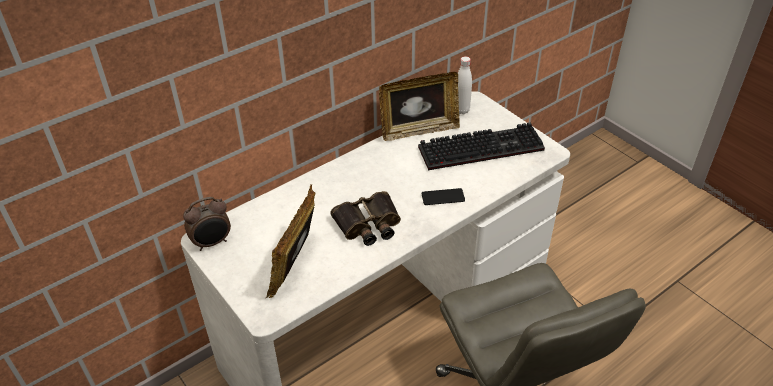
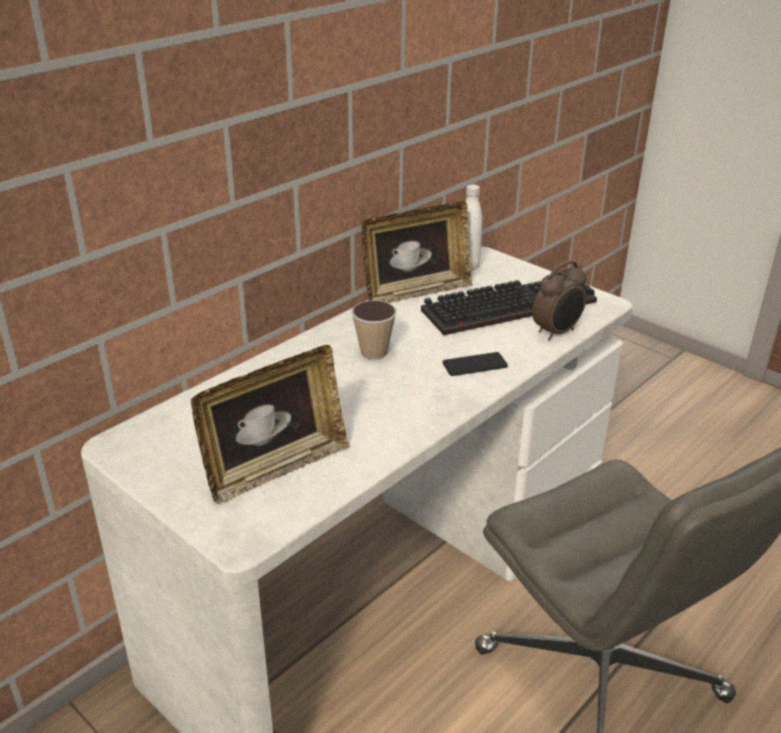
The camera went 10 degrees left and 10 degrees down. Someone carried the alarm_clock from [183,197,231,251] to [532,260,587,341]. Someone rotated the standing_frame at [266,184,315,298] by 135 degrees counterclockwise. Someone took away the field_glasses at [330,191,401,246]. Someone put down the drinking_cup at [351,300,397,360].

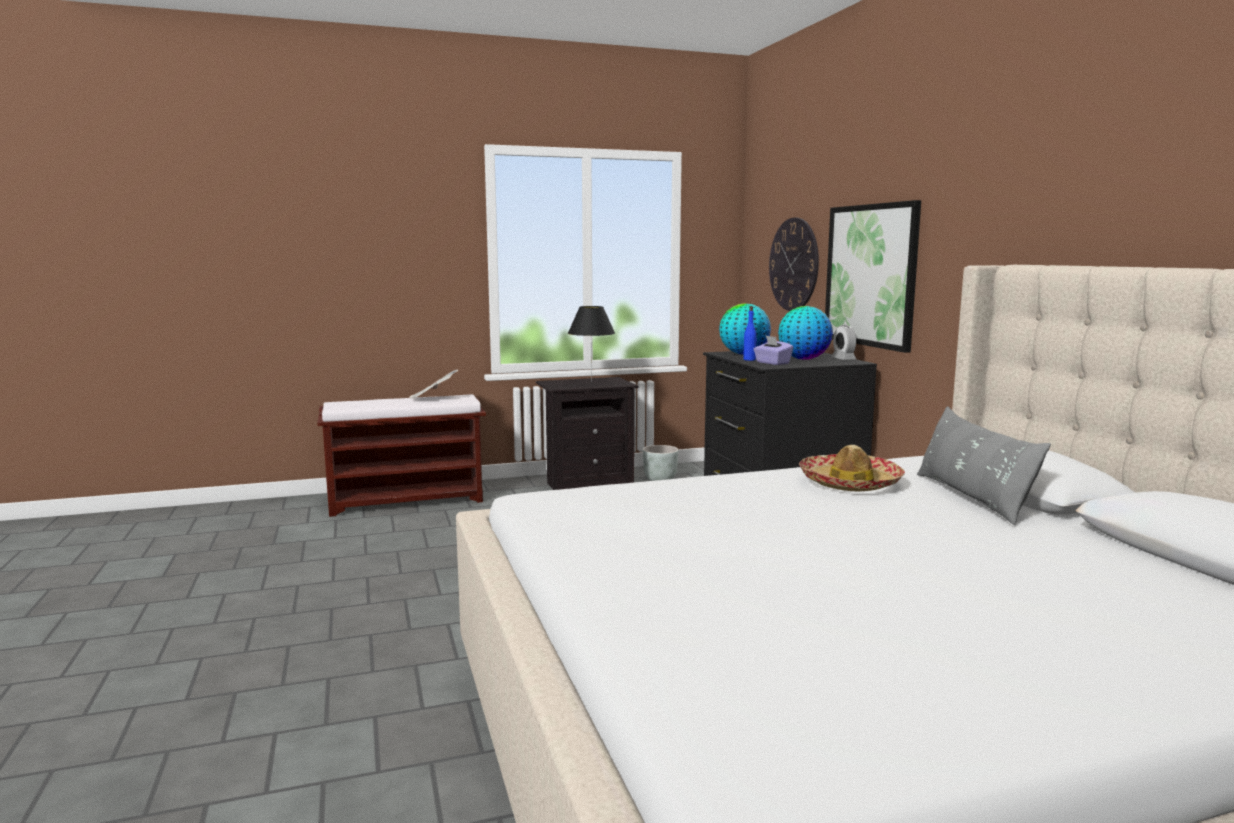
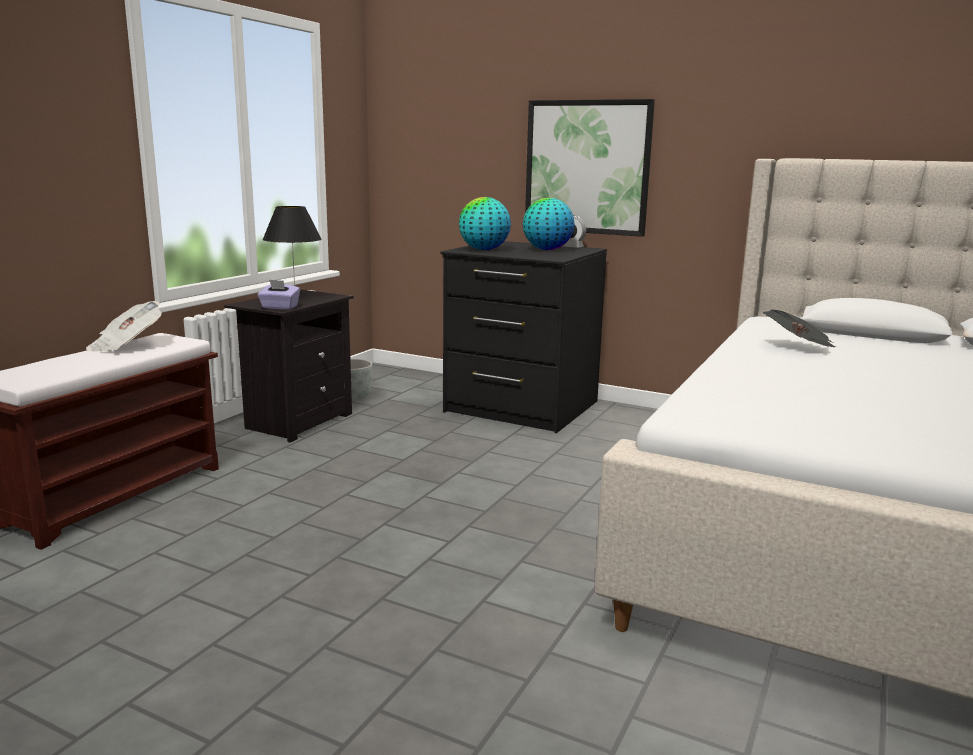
The camera went 45 degrees left and 5 degrees up. Someone took away the bluish_beverage_bottle at [743,306,757,361]. Someone carried the purple_tissue_holder from [754,336,793,365] to [258,279,300,310]. Someone took away the hanging_clock at [769,218,819,311]. Someone swapped the wearable_hat at [799,445,905,492] for the daily_paper at [763,310,836,347]. Someone took away the gray_pillow at [917,406,1051,525].

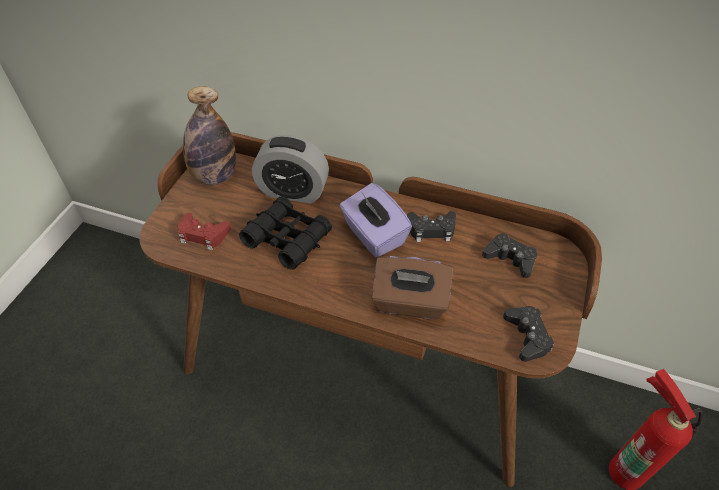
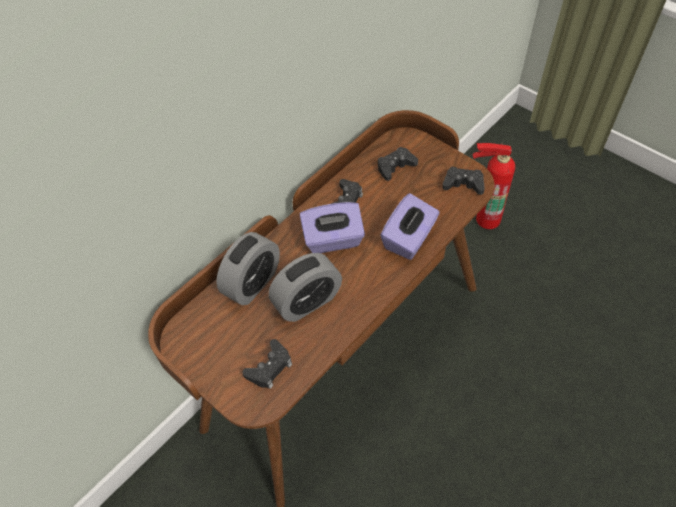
The camera went 65 degrees left and 5 degrees up. Someone repainted the red_gamepad at [177,213,231,250], which became the black_gamepad at [242,339,292,389]. Someone took away the beverage_bottle at [183,86,236,185]. Someone swapped the black_field_glasses at [239,196,332,270] for the alarm_clock at [269,253,342,322]. Someone repainted the brown-coloured_tissue_holder at [372,256,453,319], which became the purple_tissue_holder at [380,193,440,260].

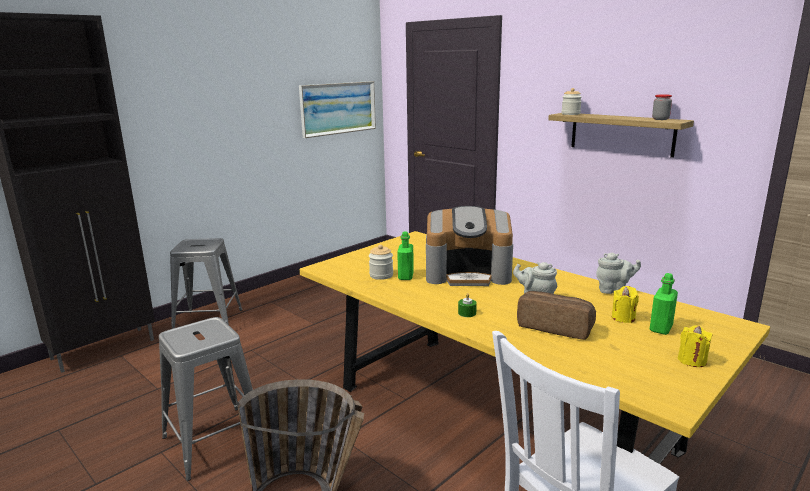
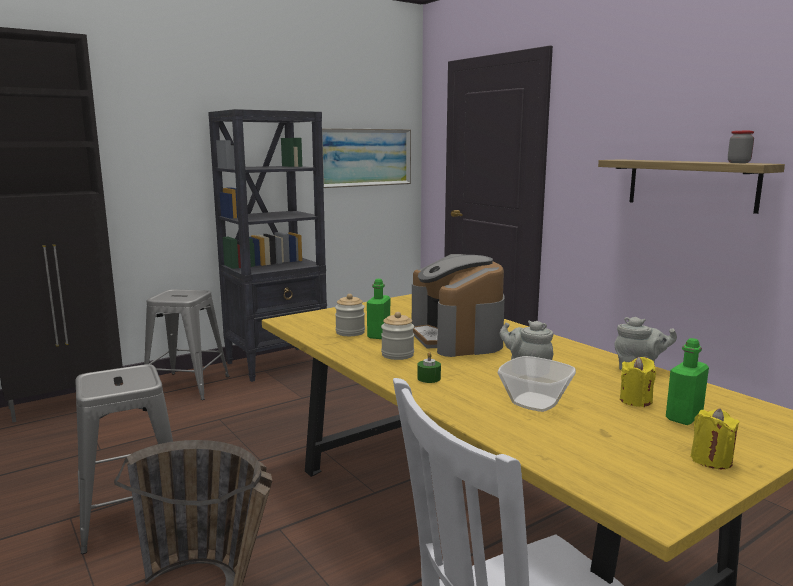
The camera went 10 degrees right and 5 degrees down. Someone rotated the coffee_machine at [426,206,513,286] by 60 degrees clockwise. Someone swapped the bakery_bread at [517,291,596,340] for the serving_bowl at [498,356,576,412]. Someone carried the jar from [562,88,582,115] to [381,312,414,360]. Someone put down the black_shelving_unit at [208,109,327,382].

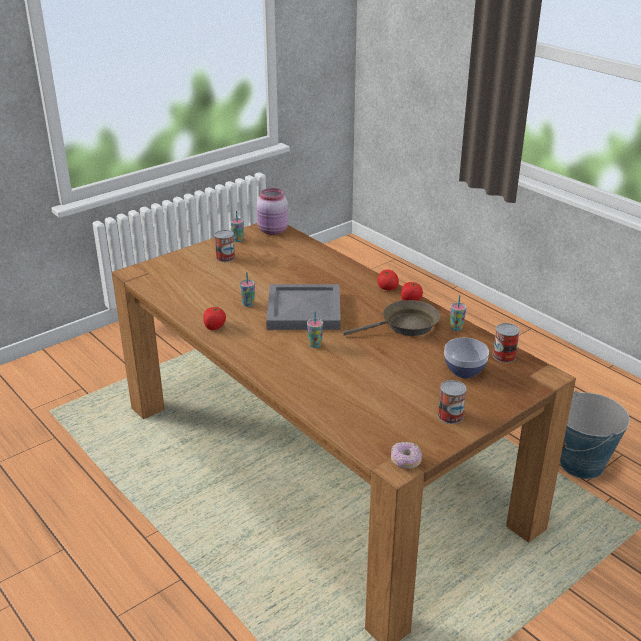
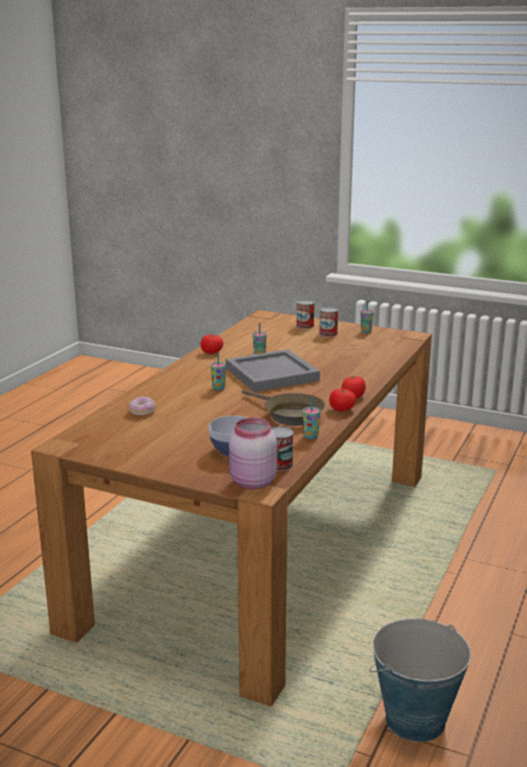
The camera went 65 degrees right and 10 degrees down. Someone carried the pink-coloured_jar from [257,188,288,235] to [229,418,277,489]. Someone carried the doughnut from [391,442,422,469] to [129,396,155,416]. Someone carried the can from [438,380,467,424] to [296,299,315,329].

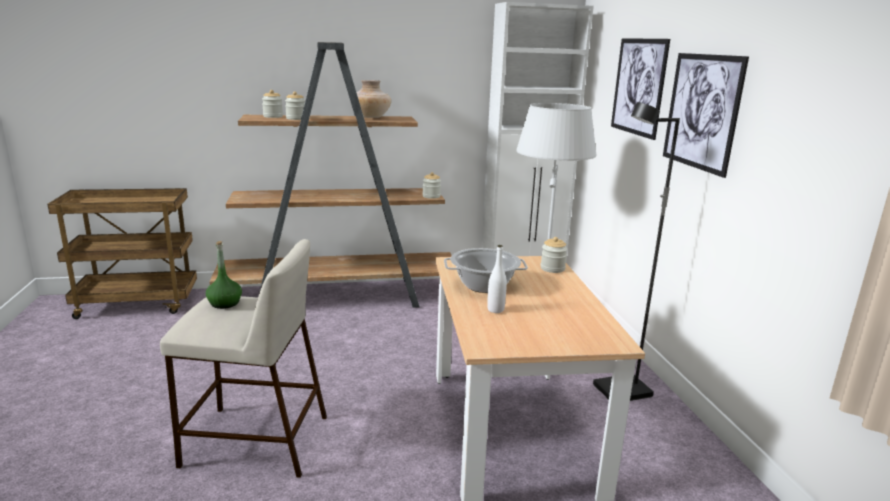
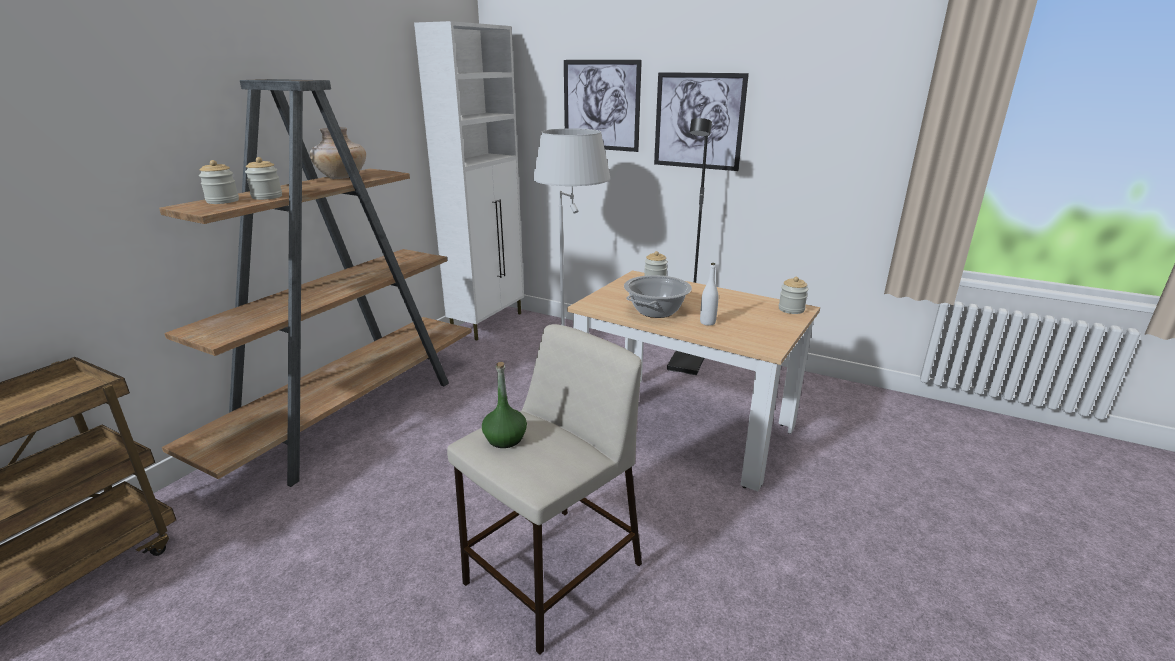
The camera went 50 degrees left and 5 degrees up. Someone carried the jar from [423,172,441,199] to [779,277,808,314].

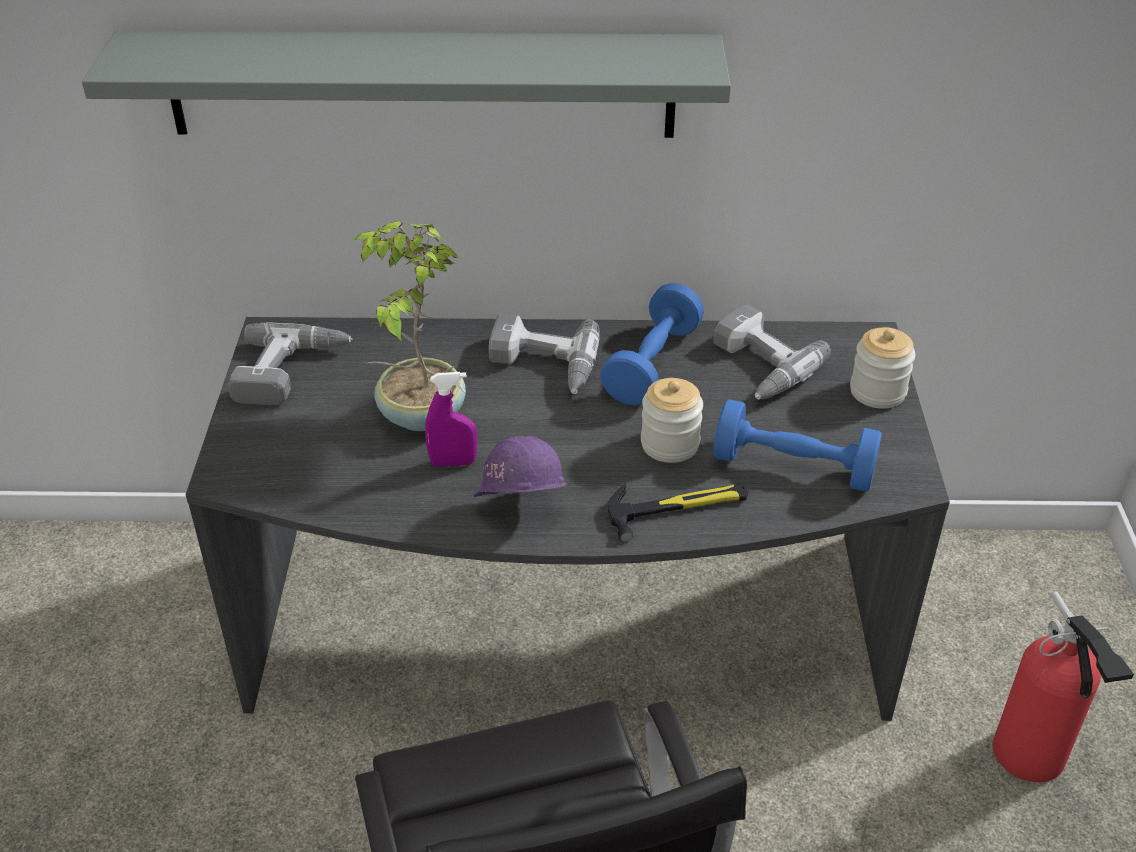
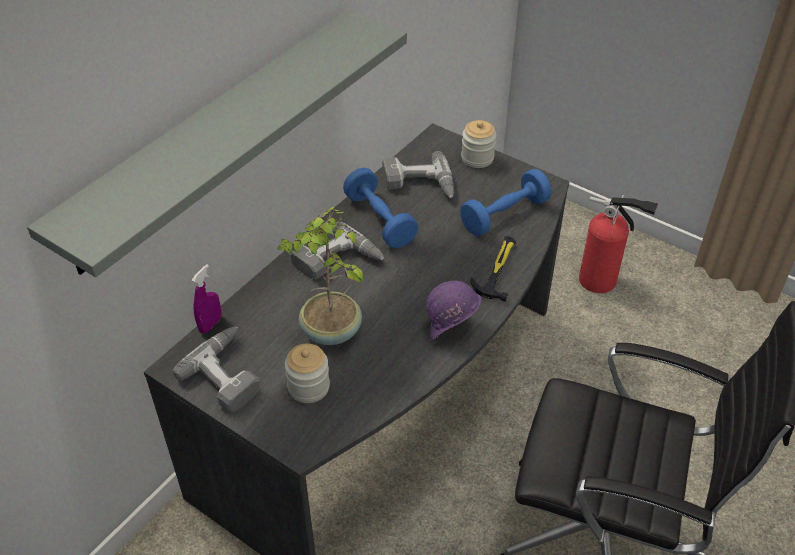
The camera went 55 degrees left and 5 degrees up. Someone carried the purple_hand_sprayer from [425,372,477,467] to [191,264,221,333]. Someone carried the jar from [641,378,703,463] to [285,344,330,403].

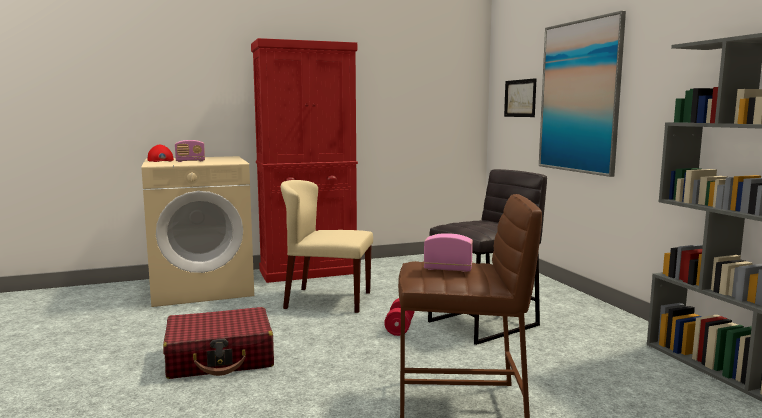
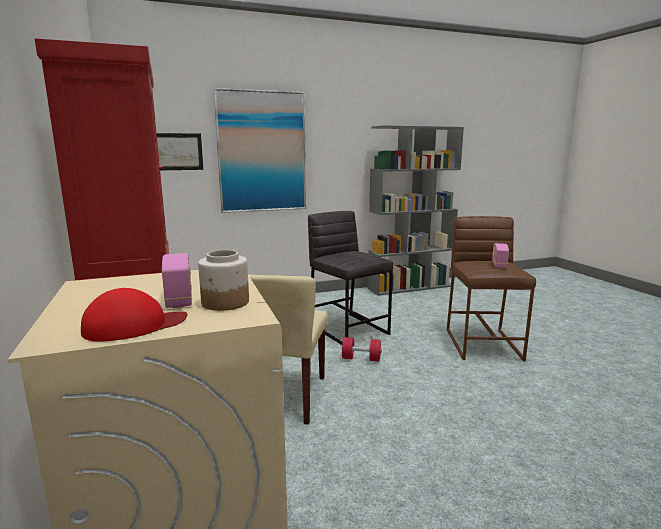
The camera went 90 degrees left and 5 degrees up. Someone took away the red_suitcase at [163,307,274,379]. Someone put down the jar at [198,250,249,311].

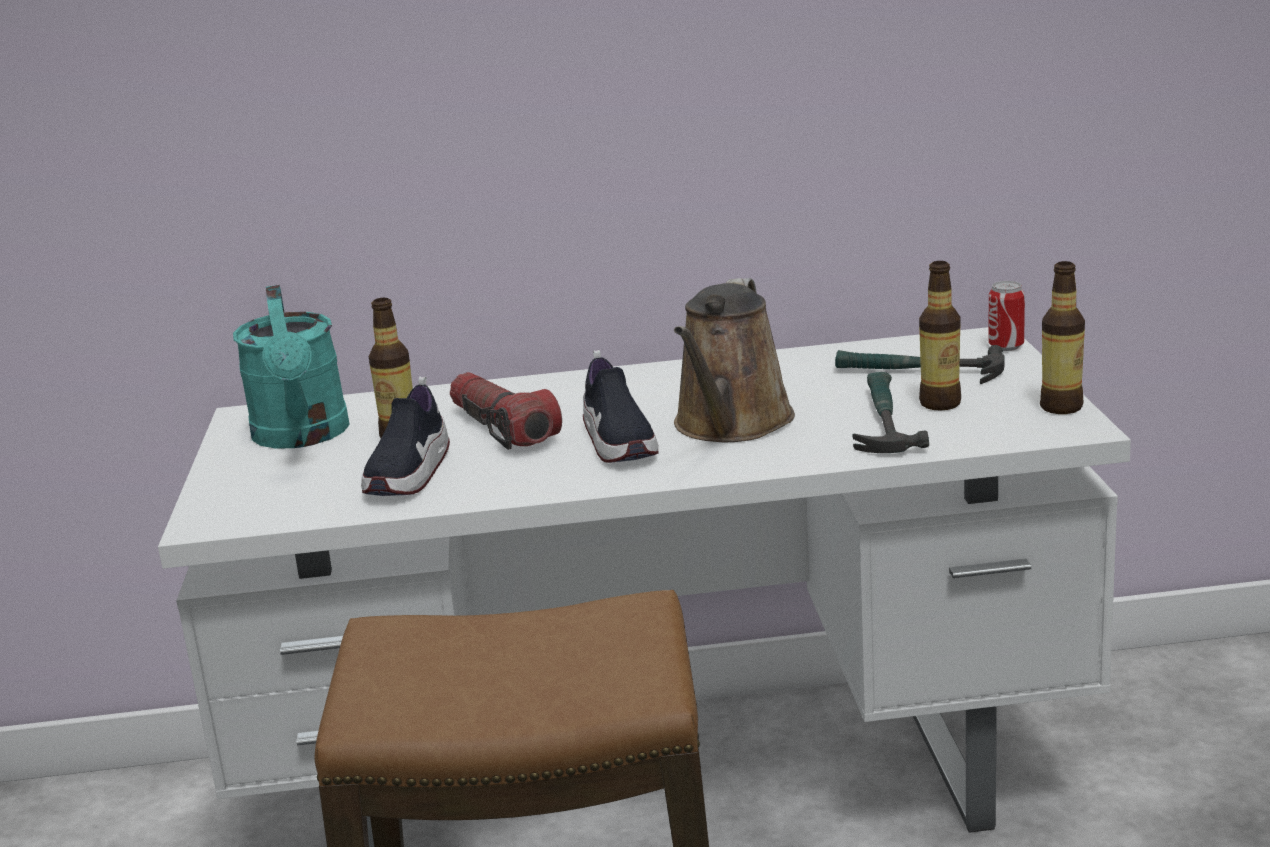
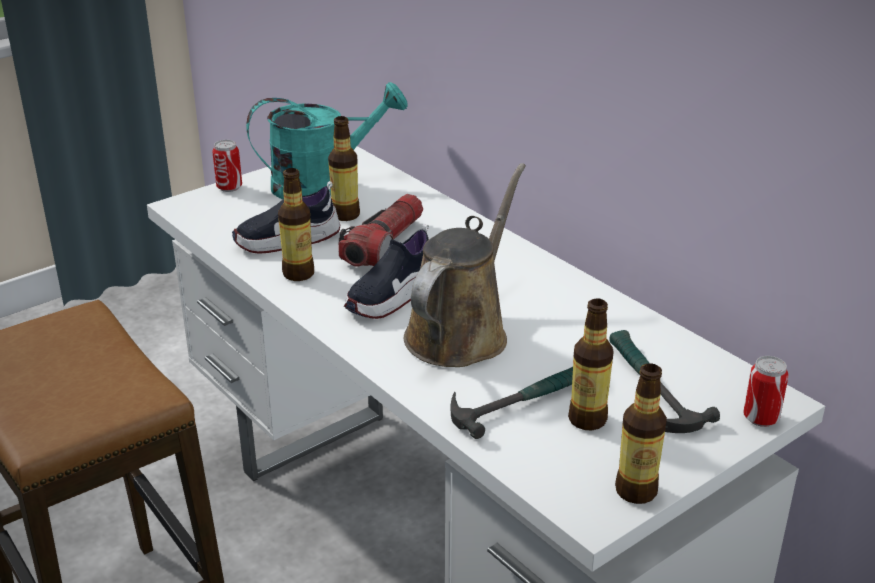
The camera went 55 degrees right and 10 degrees up. Someone rotated the turquoise_watering_pot at [233,285,350,448] by 150 degrees counterclockwise. Someone rotated the brown-coloured_watering_pot at [674,278,795,442] by 135 degrees clockwise. Someone put down the can at [213,140,242,192]. Someone put down the beverage_bottle at [278,168,314,281].

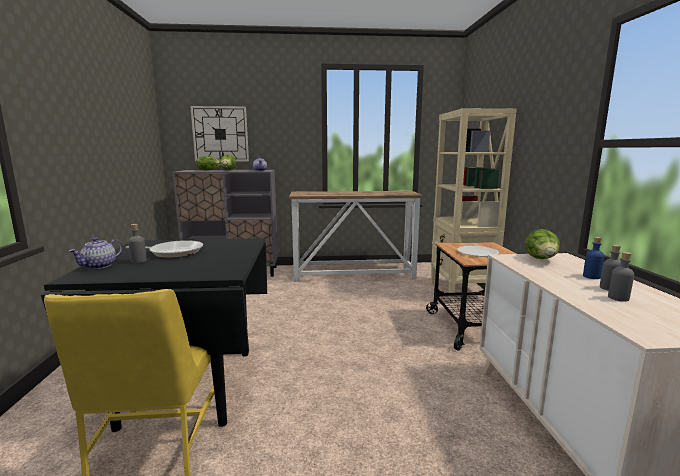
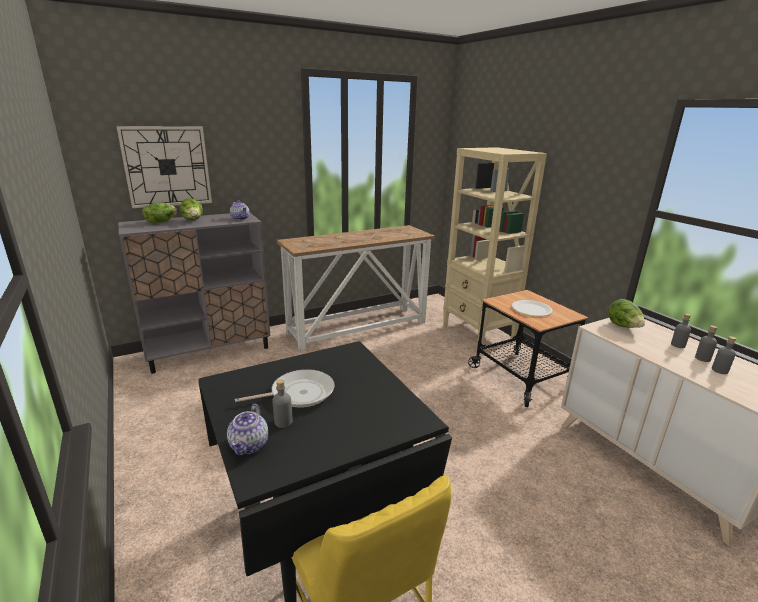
The camera went 25 degrees left and 10 degrees up. Someone repainted the bluish_beverage_bottle at [583,237,604,279], which became the gray_beverage_bottle at [671,314,691,348].

